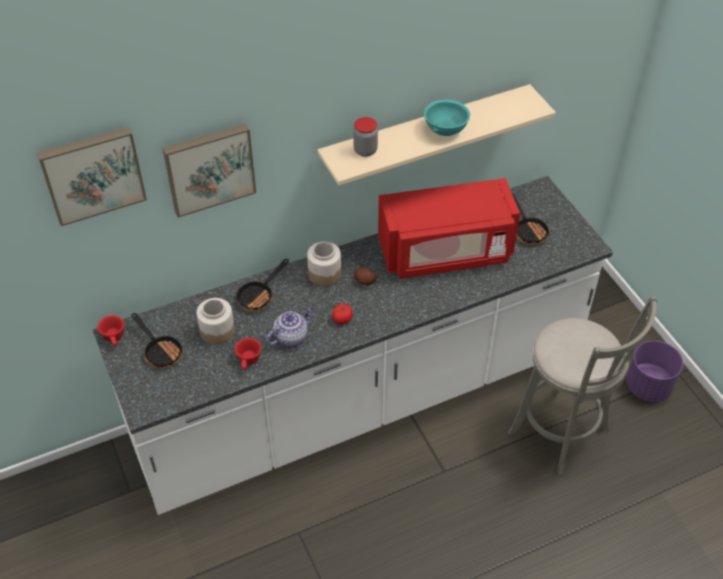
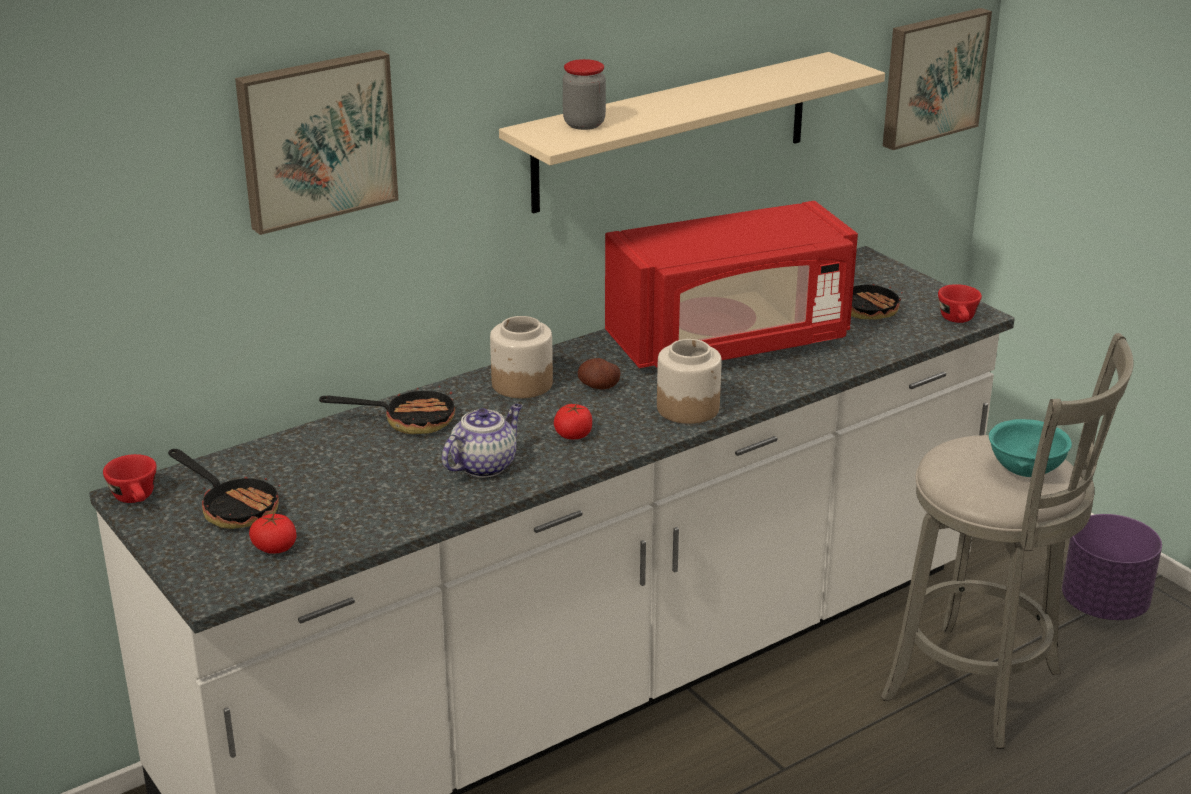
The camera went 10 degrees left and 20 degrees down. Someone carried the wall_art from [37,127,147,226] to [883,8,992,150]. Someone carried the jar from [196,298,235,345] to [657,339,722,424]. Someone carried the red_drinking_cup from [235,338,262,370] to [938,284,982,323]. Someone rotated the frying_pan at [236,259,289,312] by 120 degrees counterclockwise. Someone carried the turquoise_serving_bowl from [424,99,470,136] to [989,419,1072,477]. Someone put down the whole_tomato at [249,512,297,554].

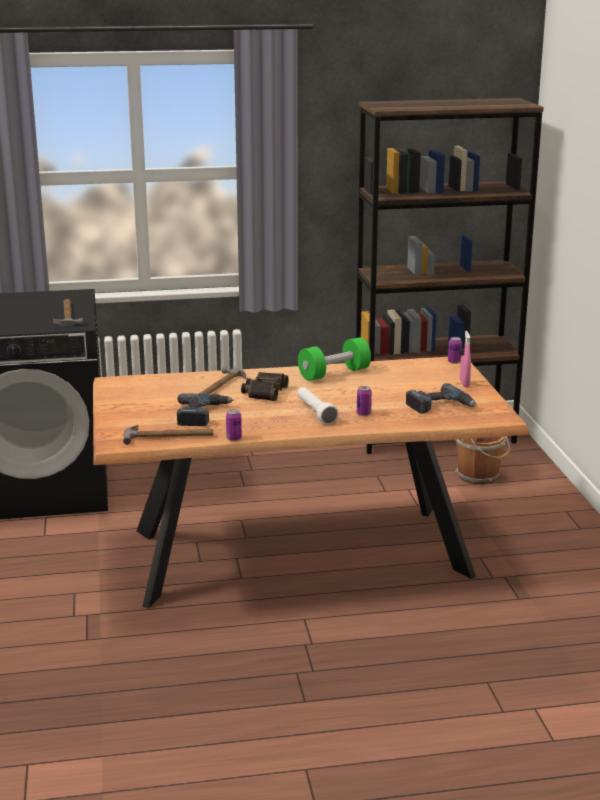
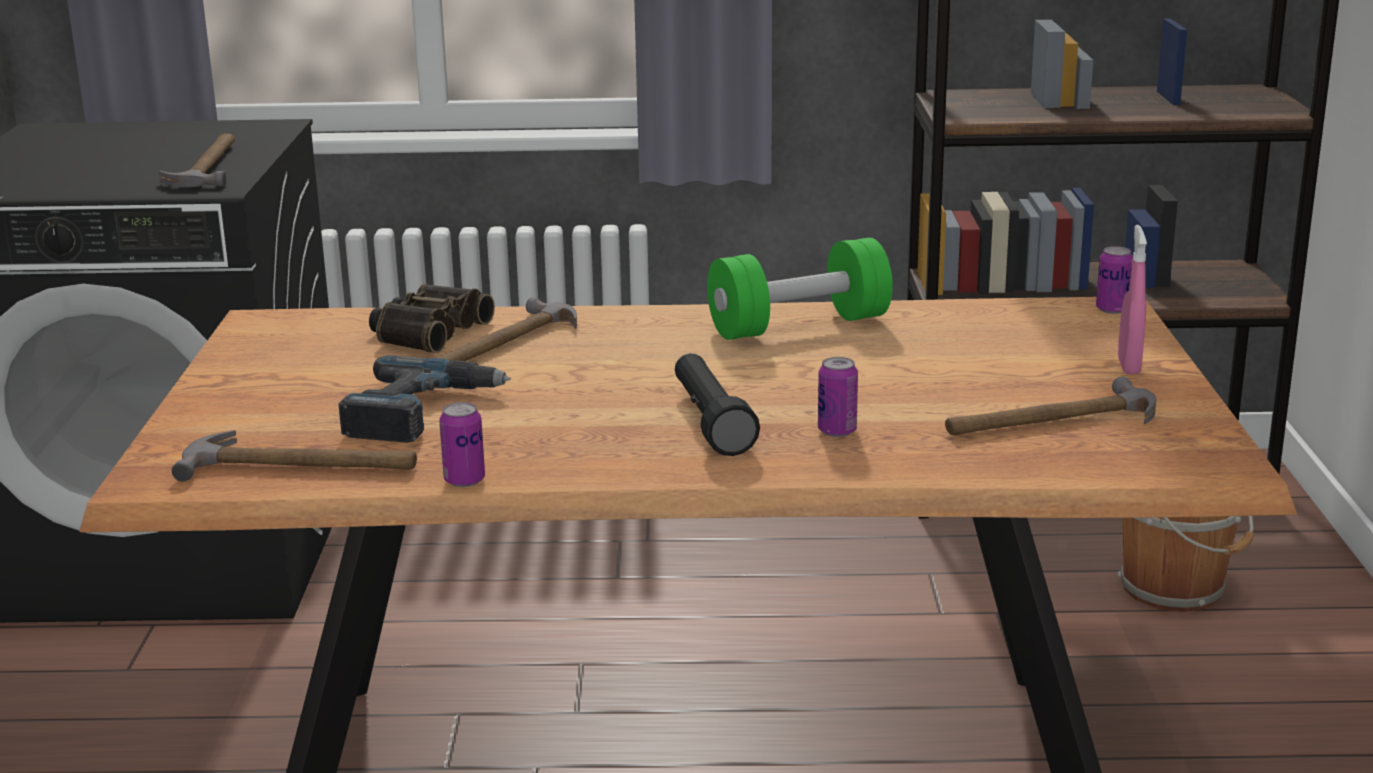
The camera went 10 degrees right and 0 degrees up. Someone carried the field_glasses from [241,372,289,401] to [369,284,495,353]. Someone repainted the white_hand_torch at [297,387,339,425], which became the black_hand_torch at [675,353,760,456]. Someone swapped the electric_drill at [406,383,476,413] for the hand_hammer at [945,376,1156,435].

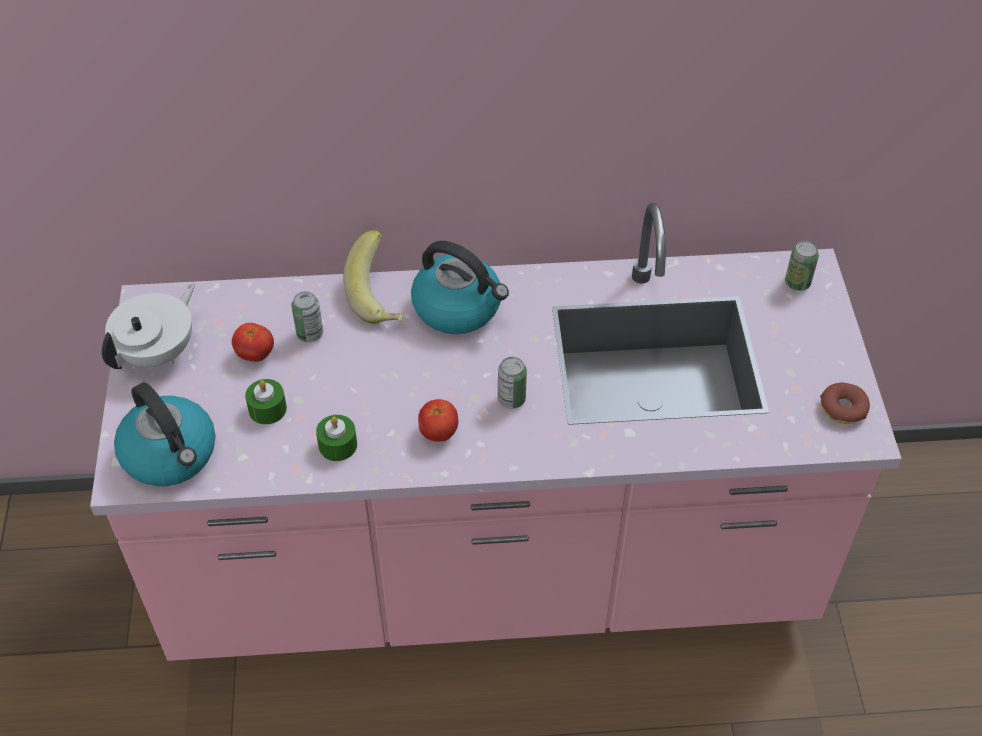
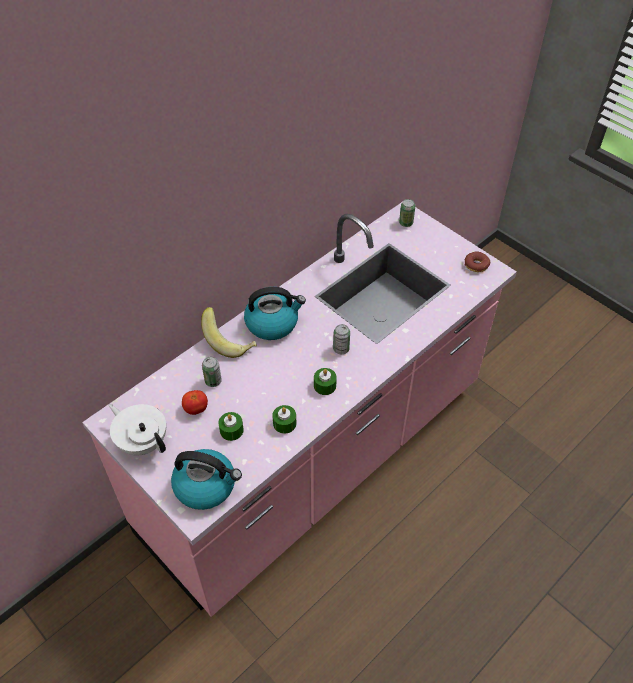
The camera went 40 degrees left and 0 degrees up. Someone rotated the white_teapot at [102,284,195,369] by 45 degrees counterclockwise. Someone swapped the whole_tomato at [418,399,458,442] for the green_wax_light at [314,368,337,395].

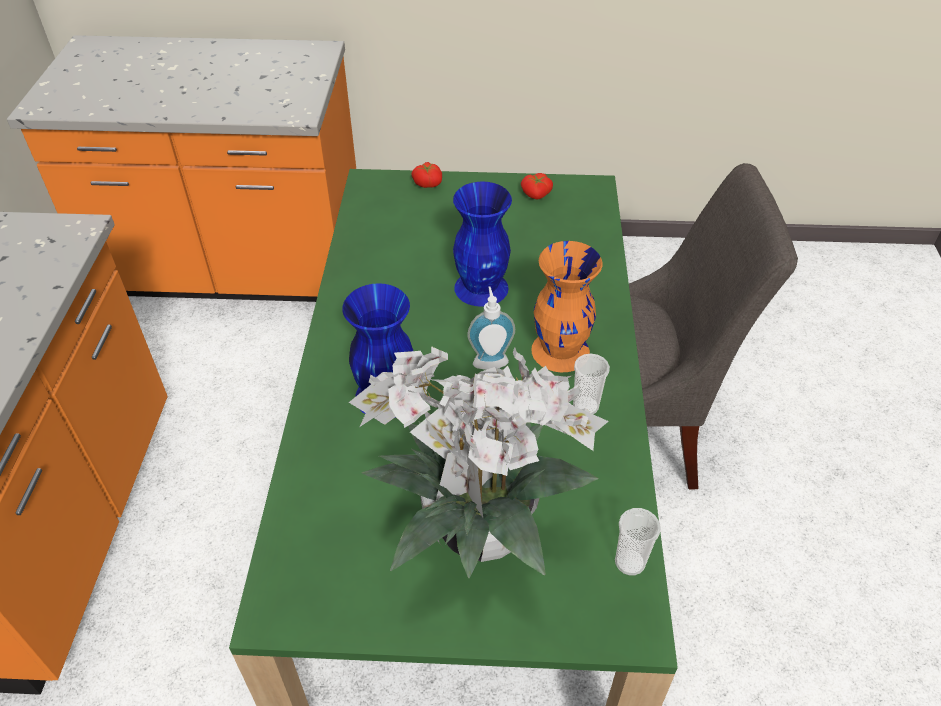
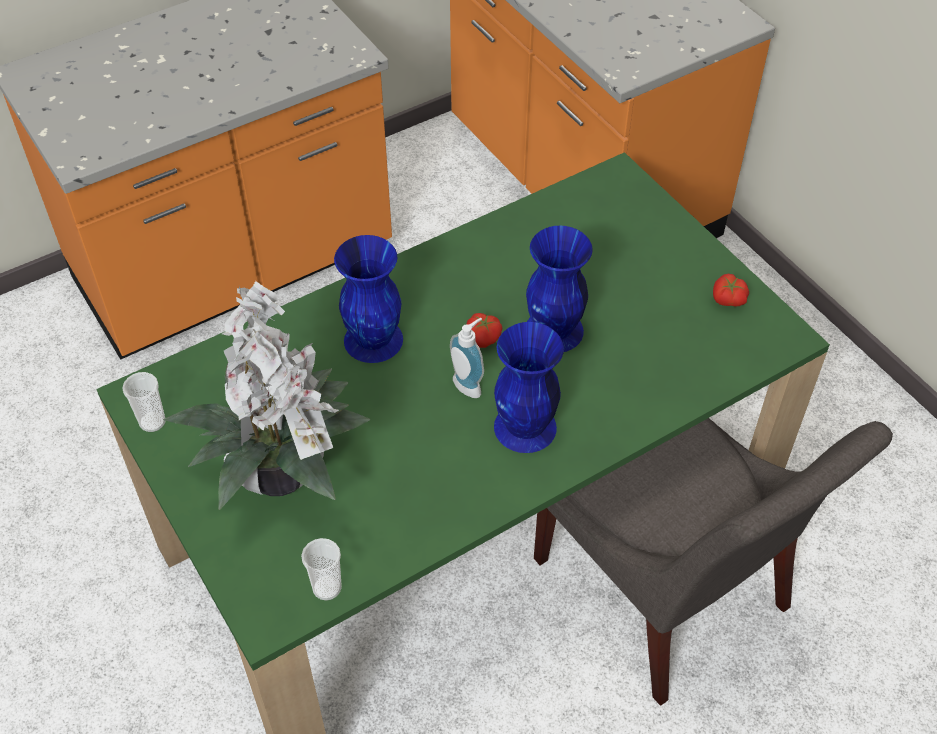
The camera went 55 degrees right and 5 degrees up. Someone carried the whole_tomato from [411,162,442,188] to [467,313,502,348]. Someone repainted the orange_vase at [531,241,603,372], which became the bluish_vase at [494,322,564,453]. Someone carried the drinking_cup from [573,353,610,414] to [122,372,165,432].

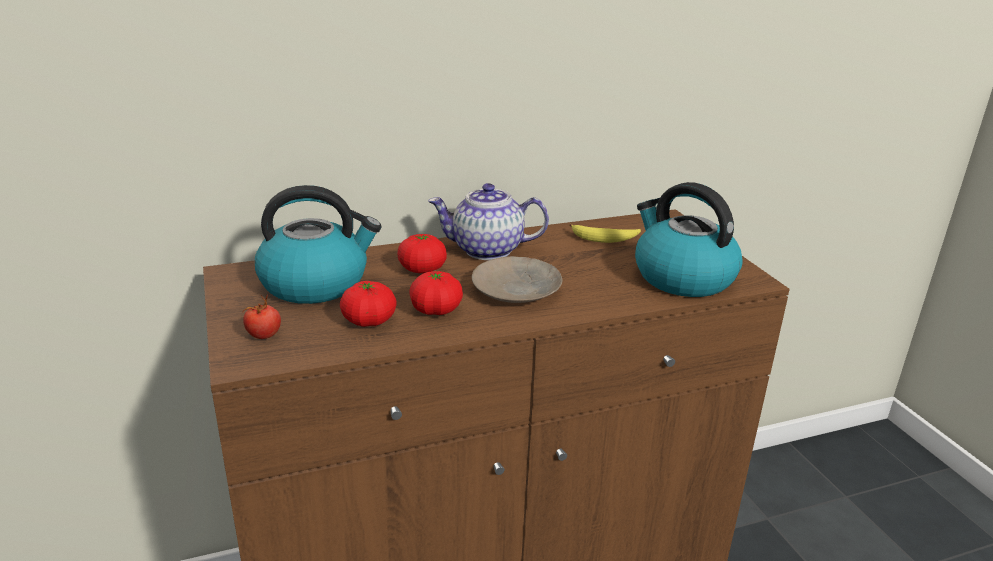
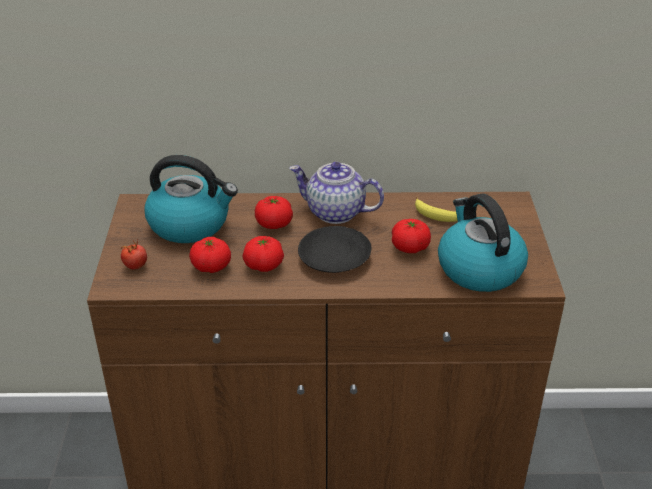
The camera went 20 degrees right and 10 degrees up. Someone repainted the sand-coloured_flat_dish at [472,256,562,303], which became the black_flat_dish at [298,226,371,273]. Someone put down the whole_tomato at [392,219,431,253].

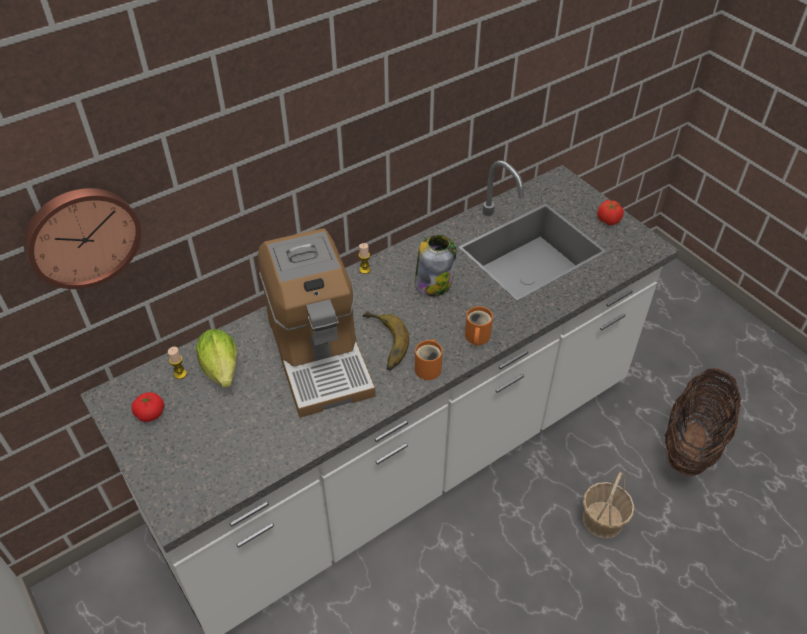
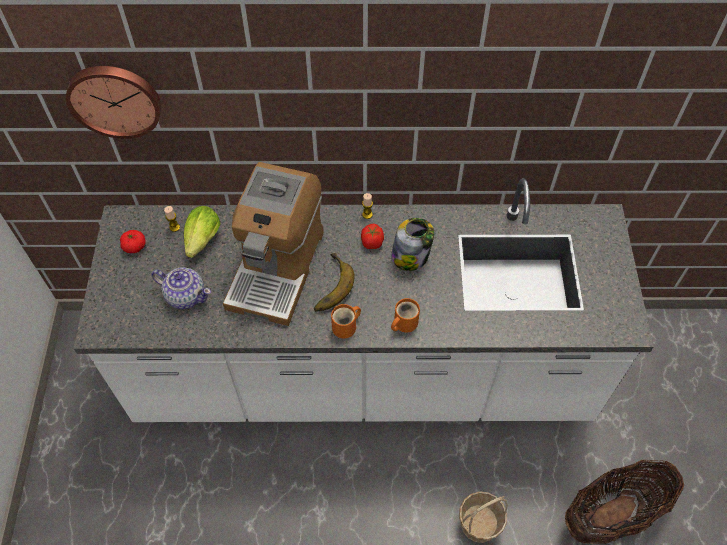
The camera went 35 degrees right and 10 degrees up. Someone carried the whole_tomato from [597,200,624,225] to [361,224,384,249]. Someone put down the teapot at [152,267,211,309].

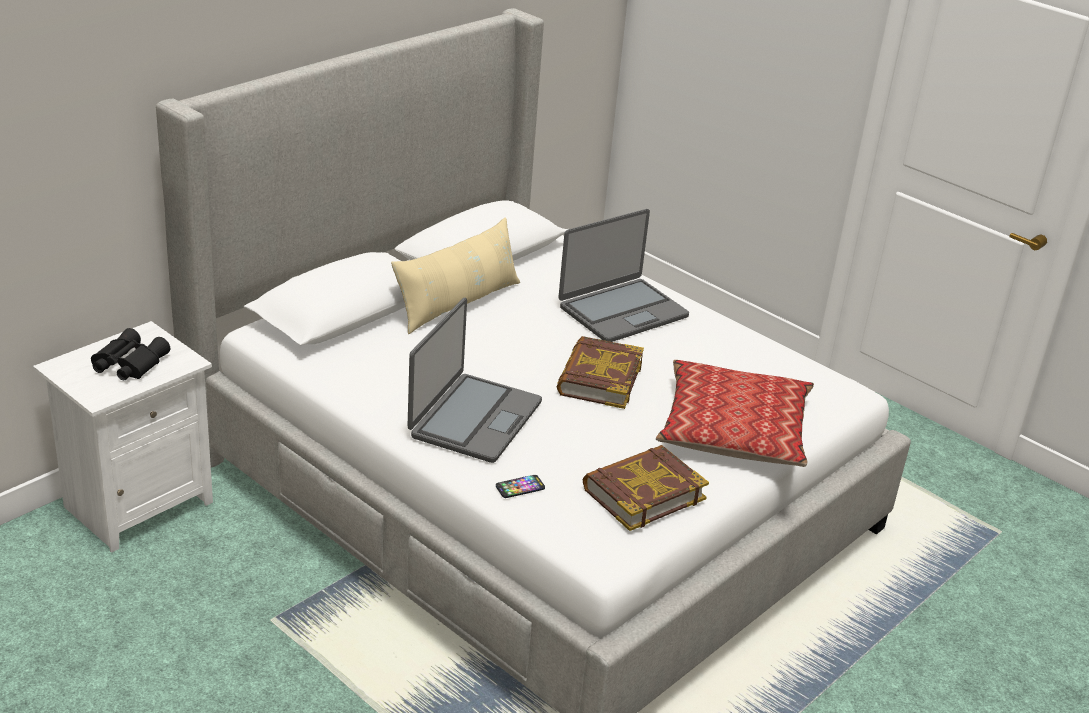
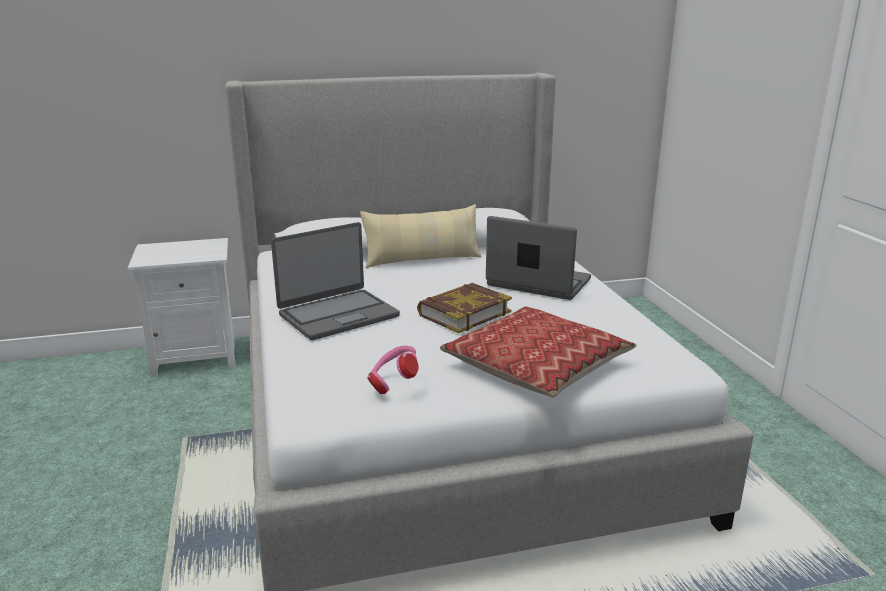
The camera went 35 degrees right and 10 degrees down. Someone took away the black_field_glasses at [91,328,170,380]. Someone took away the handset at [496,475,545,498]. Someone rotated the notebook_computer at [558,209,689,342] by 150 degrees counterclockwise. Someone swapped the bound_book at [583,445,709,531] for the pink-coloured_headset at [367,345,419,394].

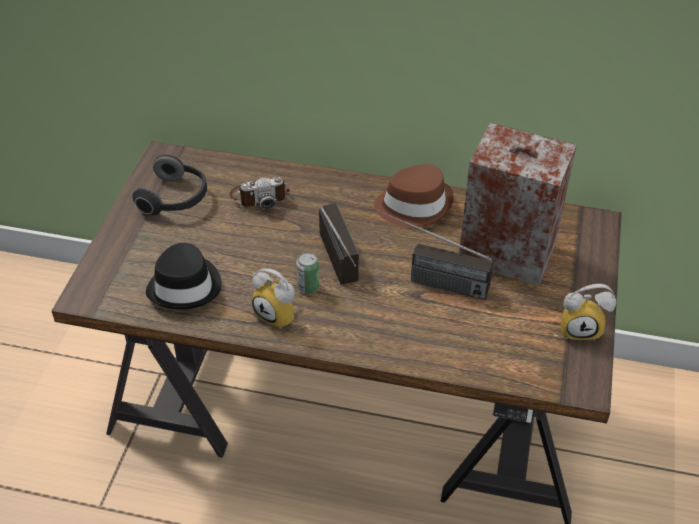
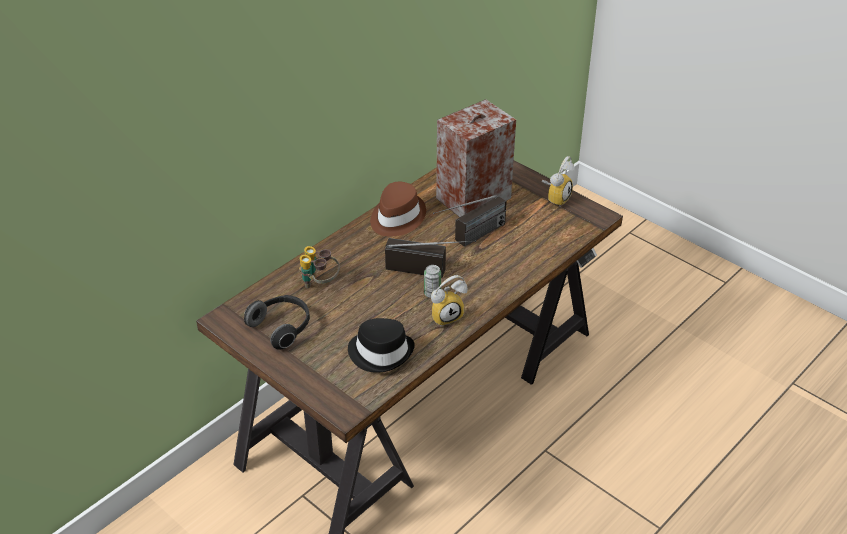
The camera went 60 degrees left and 5 degrees down. Someone swapped the photo_camera at [229,177,290,210] for the field_glasses at [299,246,340,289].

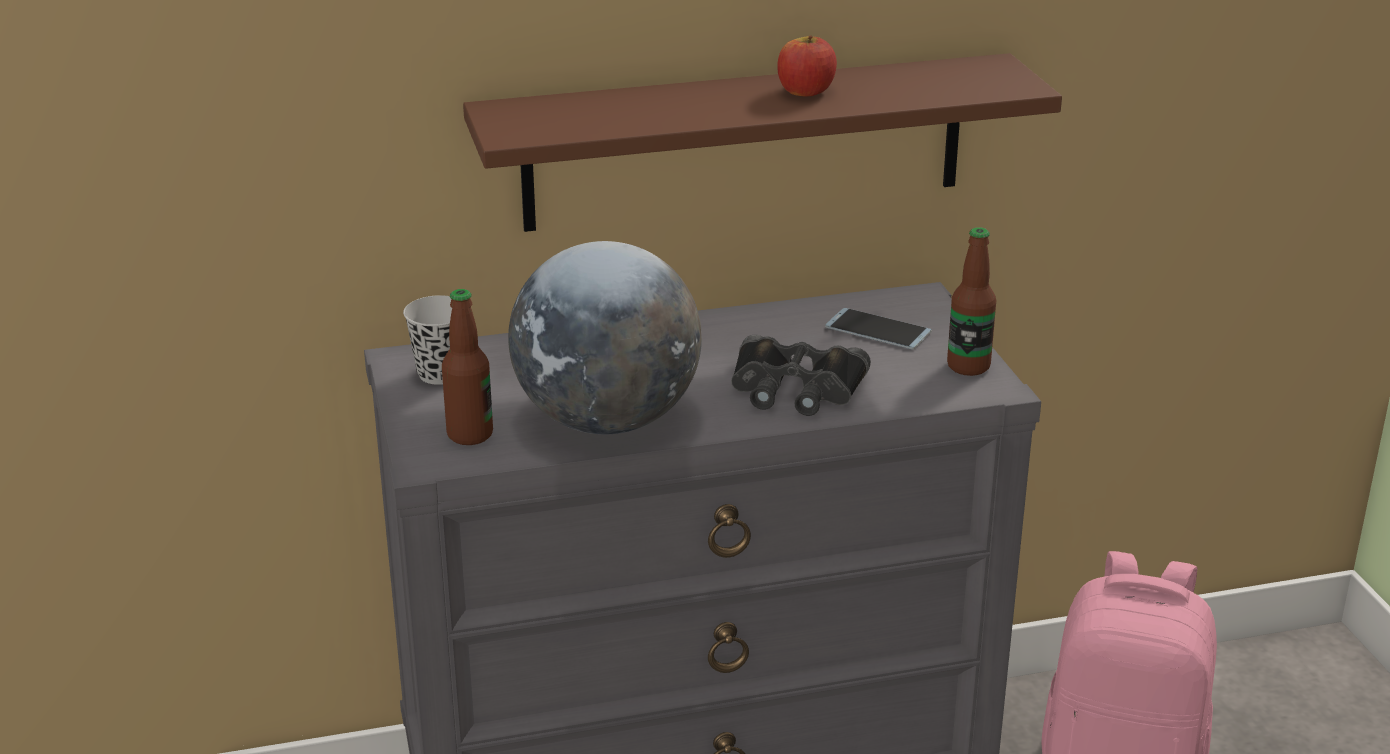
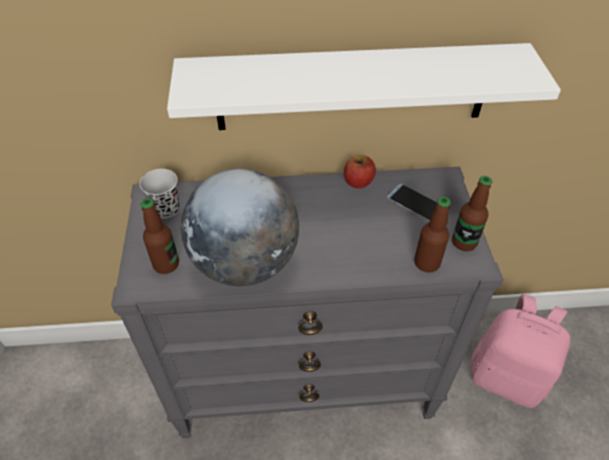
The camera went 10 degrees right and 20 degrees up. Someone repainted the brown-coloured_shelf at [463,53,1062,232], which became the white_shelf at [167,43,561,130]. Someone took away the black_field_glasses at [731,335,871,416]. Someone carried the whole_apple from [777,36,837,97] to [344,155,376,188]. Someone put down the beverage_bottle at [414,197,451,272].

